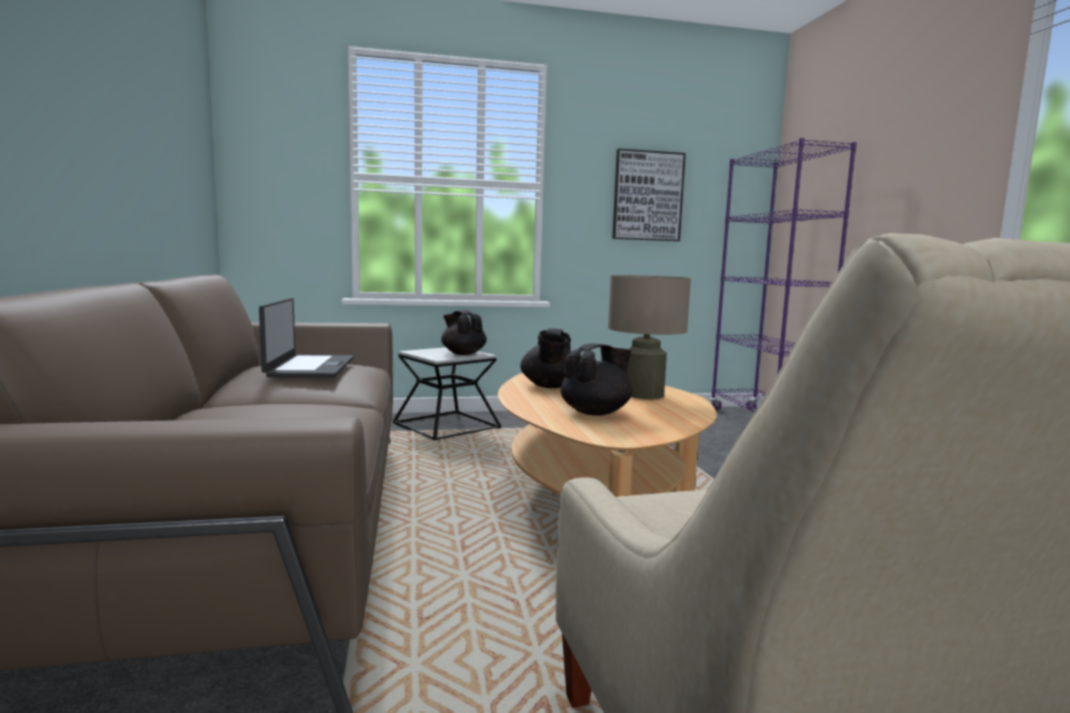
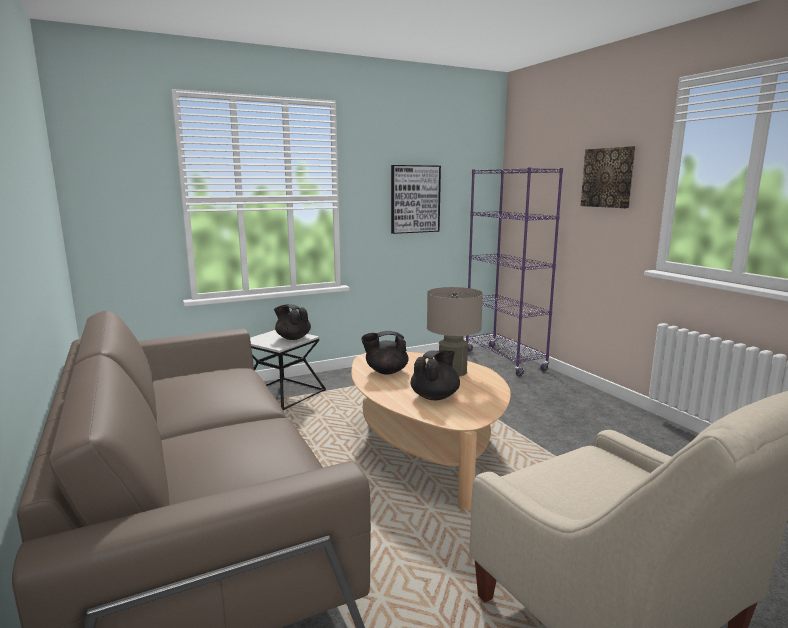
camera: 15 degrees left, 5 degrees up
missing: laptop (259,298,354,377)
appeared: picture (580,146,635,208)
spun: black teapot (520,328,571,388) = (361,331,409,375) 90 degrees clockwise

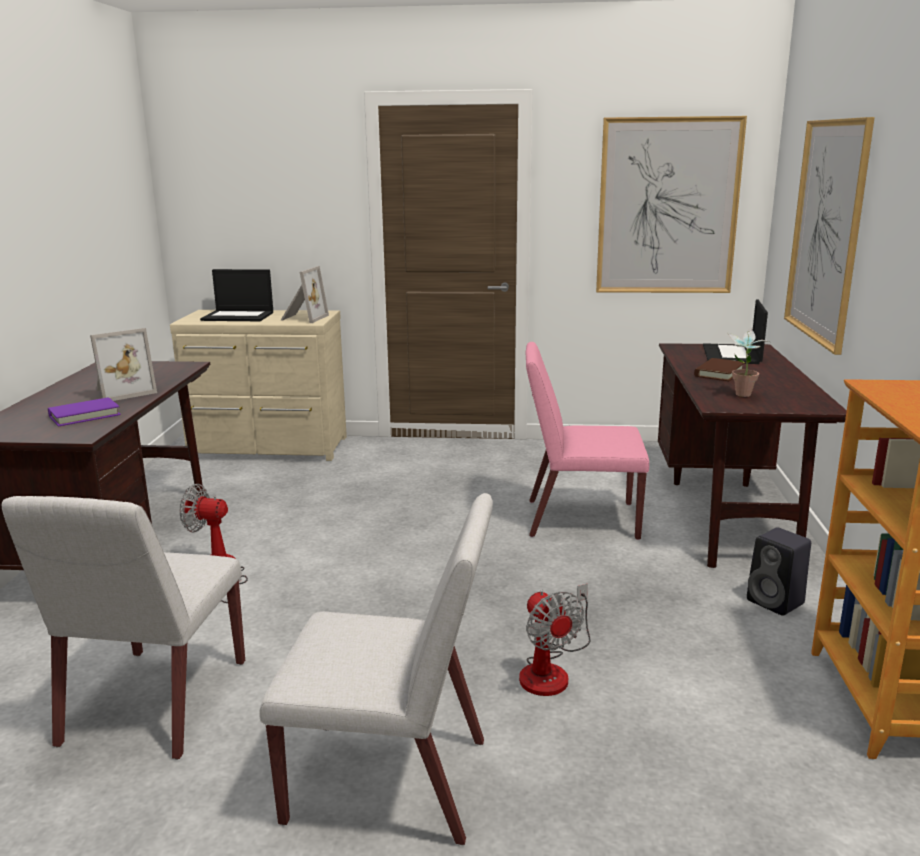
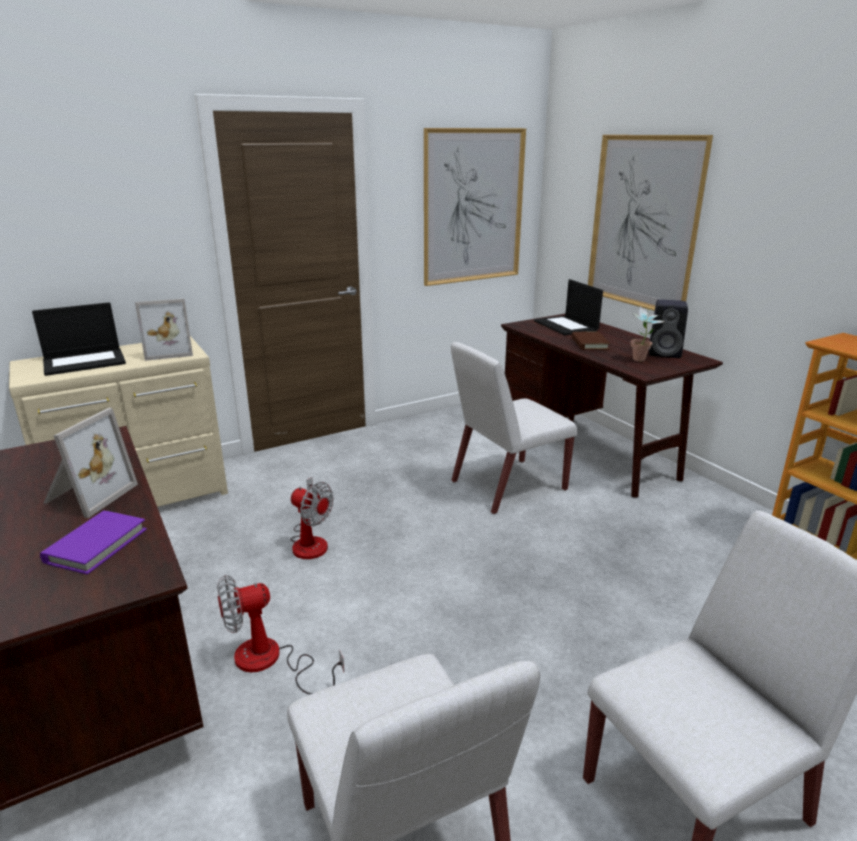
camera: 35 degrees left, 5 degrees up
relocated: fan (519,584,591,696) to (290,477,334,559); black speaker (747,527,811,616) to (649,299,688,358)
colour: pink chair (525,342,649,540) to white chair (451,342,577,514)
spun: picture frame (280,266,329,323) = (135,299,193,361) 90 degrees clockwise

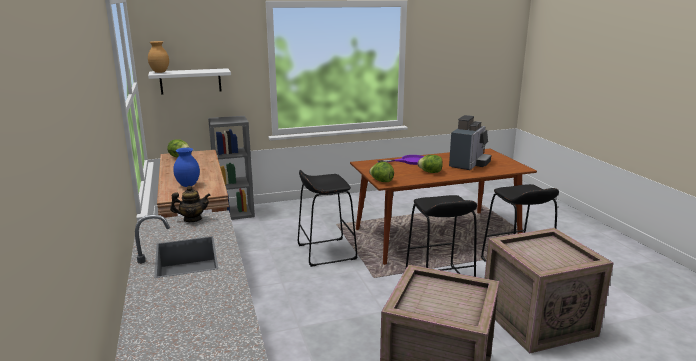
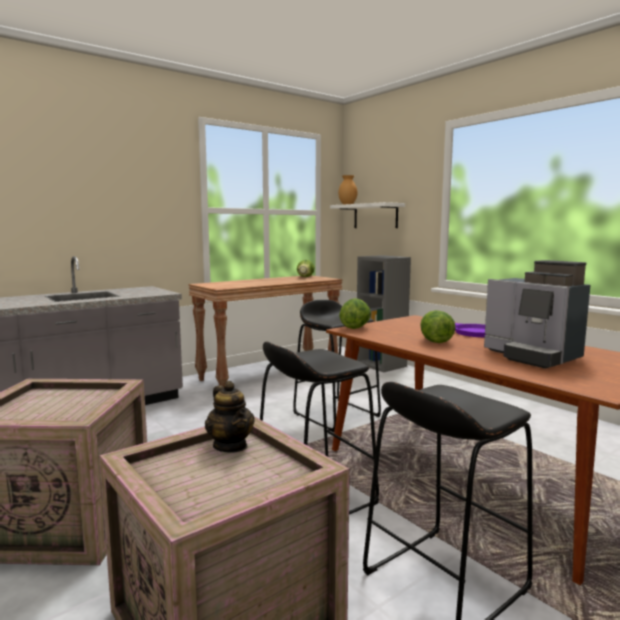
camera: 70 degrees right, 10 degrees down
missing: blue vase (173,148,200,187)
relocated: teapot (170,186,211,222) to (205,381,255,453)
spun: coffee machine (449,115,491,170) = (484,260,590,369) 45 degrees clockwise

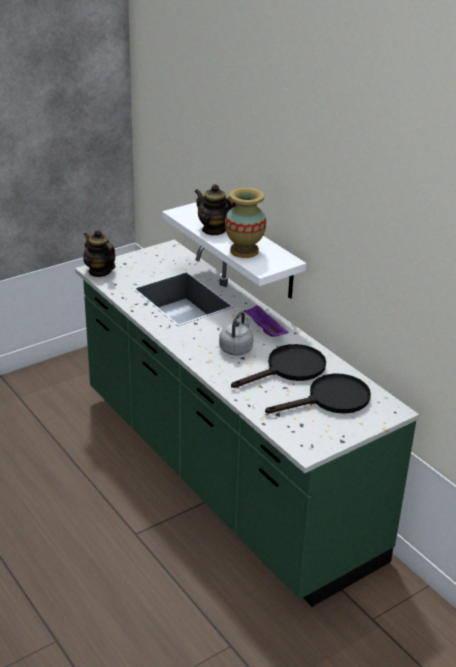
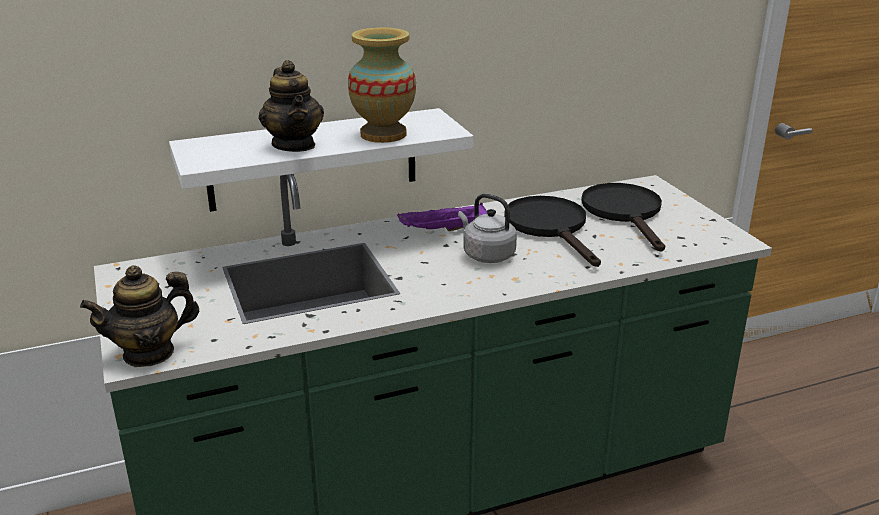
camera: 75 degrees left, 5 degrees down
spun: teapot (194,184,236,235) = (259,60,324,152) 75 degrees counterclockwise

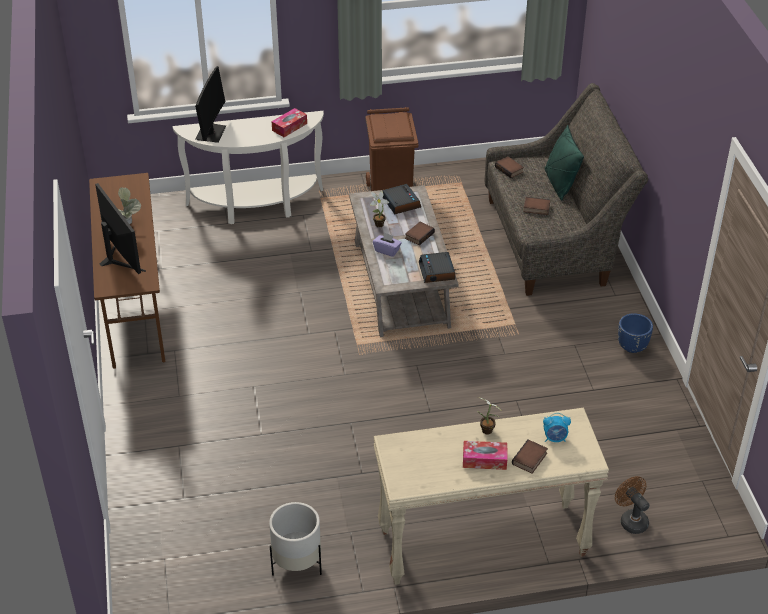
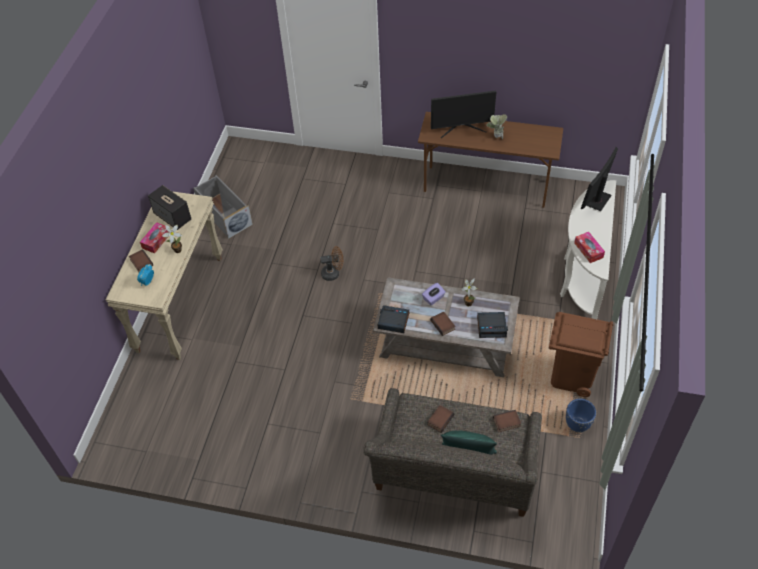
camera: 115 degrees right, 10 degrees up
appeared: speaker (148,185,191,230)
relocated: brown fan (615,476,650,534) to (320,246,343,281); blue planter (618,313,653,353) to (566,399,596,432)
exchanged: white planter (269,502,322,576) to grey storage box (193,175,253,239)
spun: monitor (195,66,226,143) = (581,147,618,211) 90 degrees clockwise

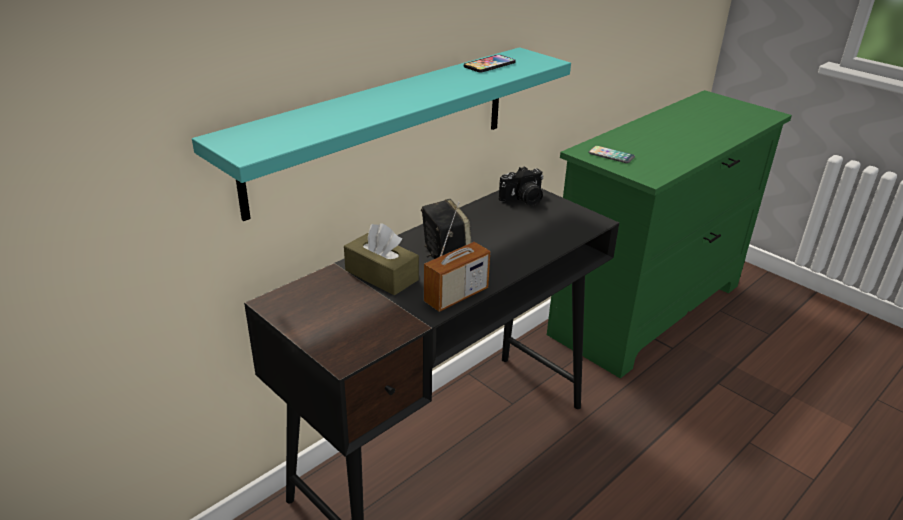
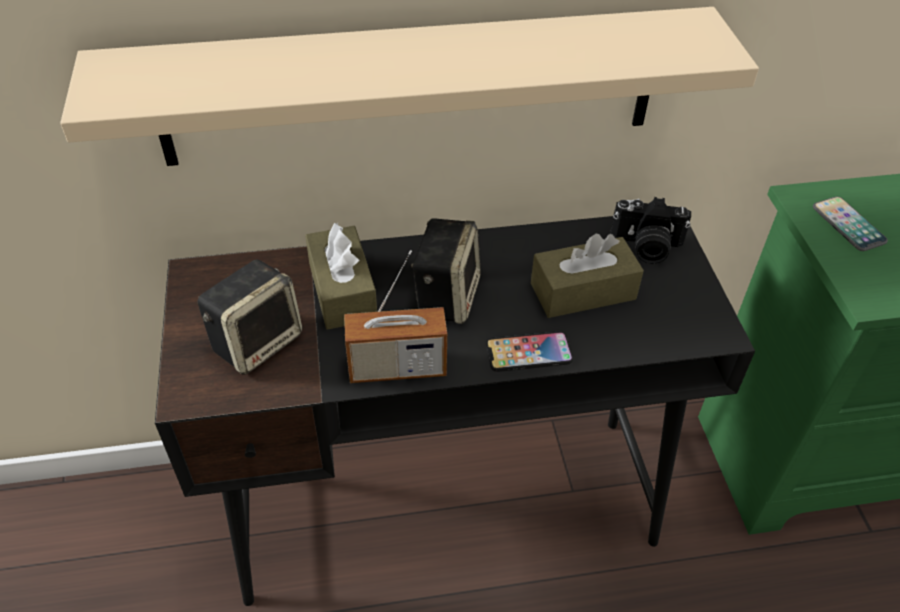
camera: 35 degrees right, 15 degrees up
appeared: speaker (198,259,302,375); brown tissue box (531,234,644,318)
relocated: phone (464,55,515,72) to (486,331,573,372)
colour: turquoise shelf (192,47,571,221) to beige shelf (60,7,759,166)

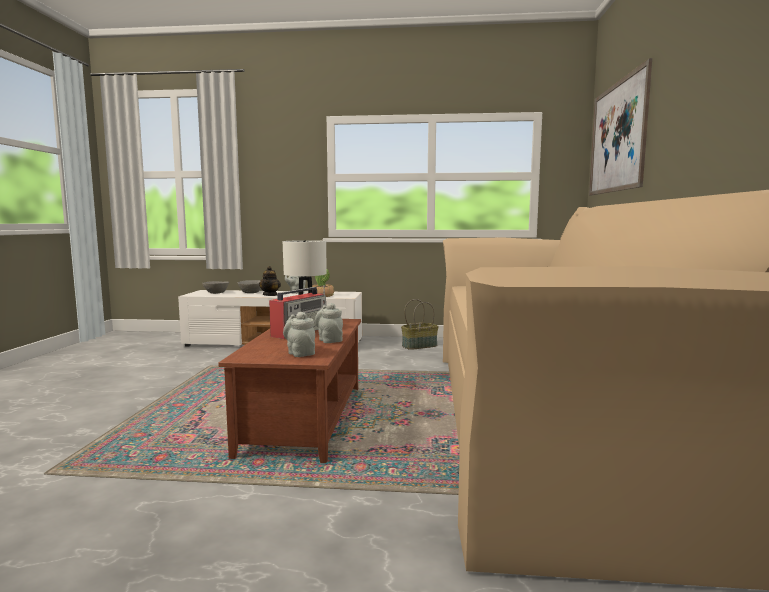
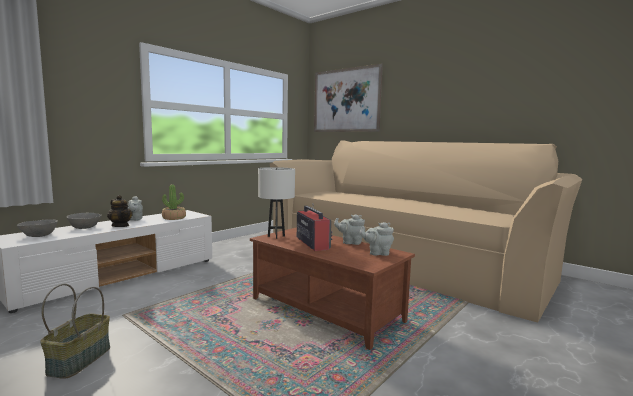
camera: 55 degrees left, 0 degrees up
relocated: basket (401,299,439,350) to (40,284,110,379)

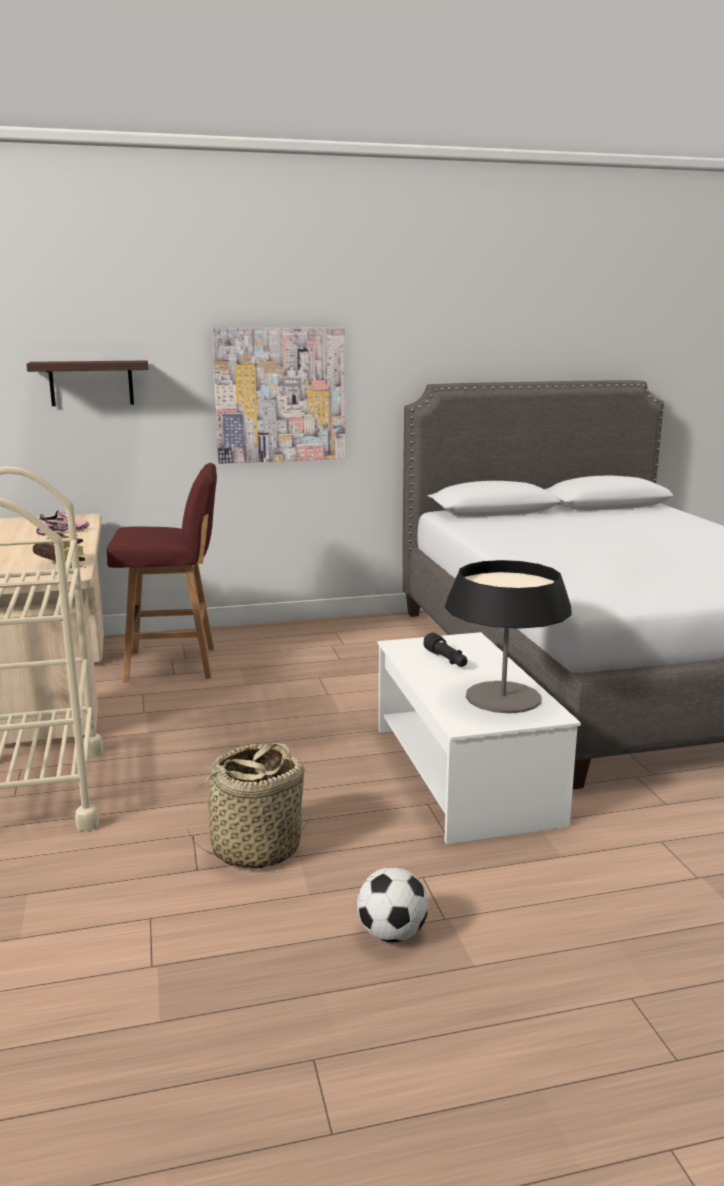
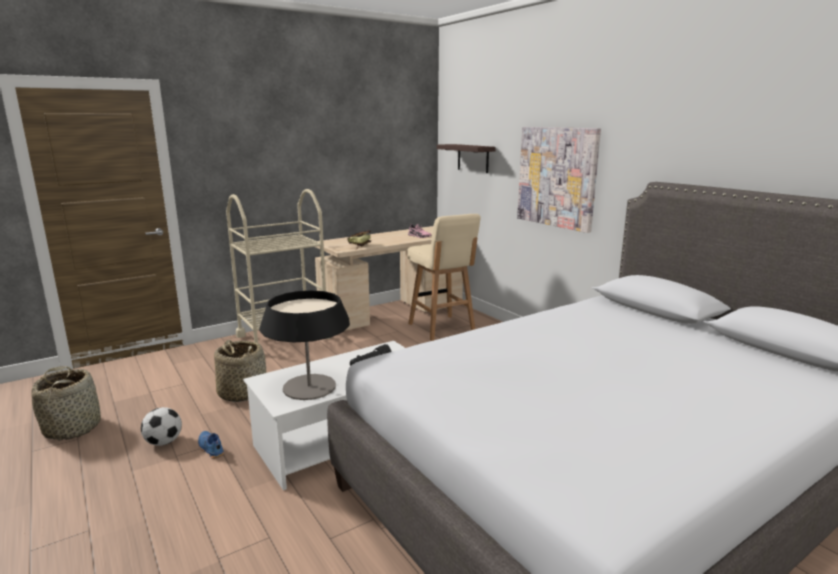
camera: 70 degrees right, 0 degrees up
appeared: basket (31,366,101,441); blue shoe (198,431,225,459)
colour: red stool (107,463,217,683) to beige stool (407,214,481,341)

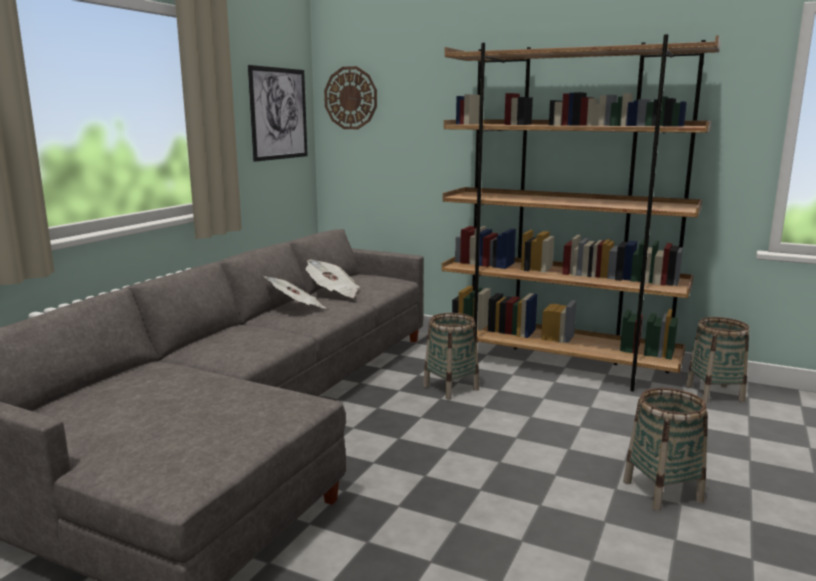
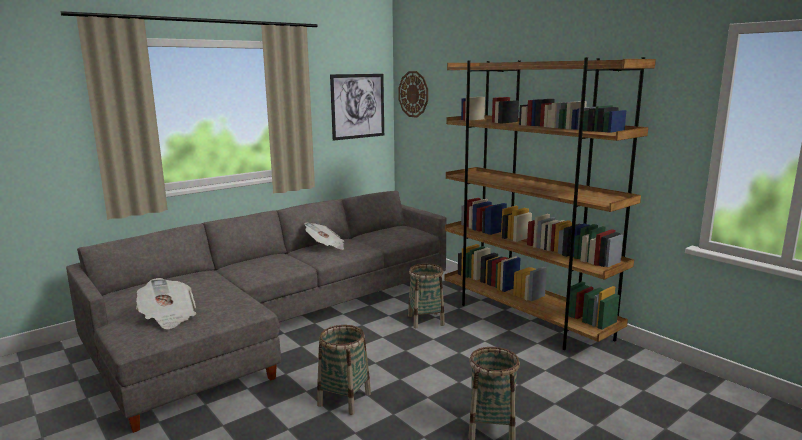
camera: 25 degrees right, 0 degrees up
relocated: newspaper (305,260,359,298) to (136,278,196,329); basket (686,317,749,403) to (317,325,371,415)

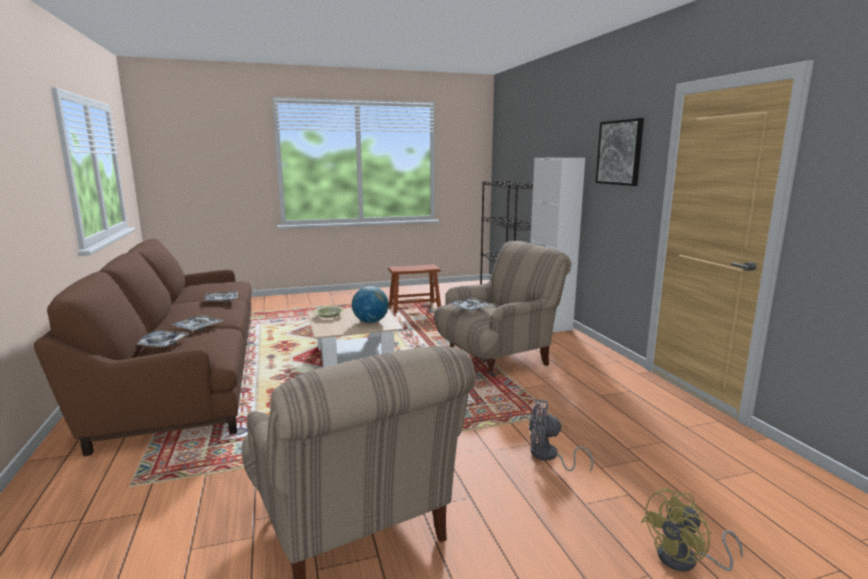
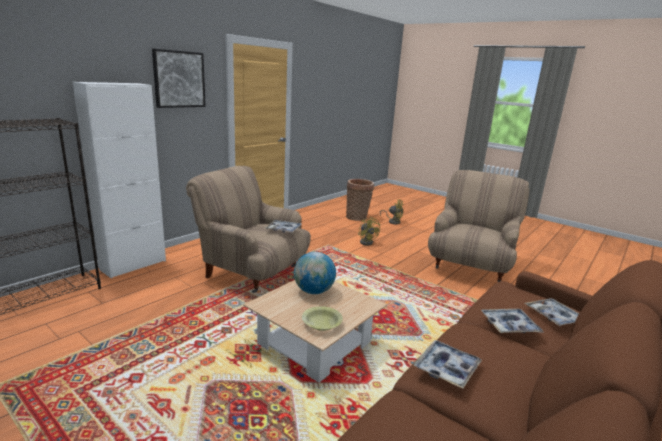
camera: 125 degrees left, 5 degrees up
missing: brown stool (388,264,441,313)
appeared: basket (346,179,374,221)
colour: grey fan (529,399,593,472) to yellow fan (358,216,380,245)

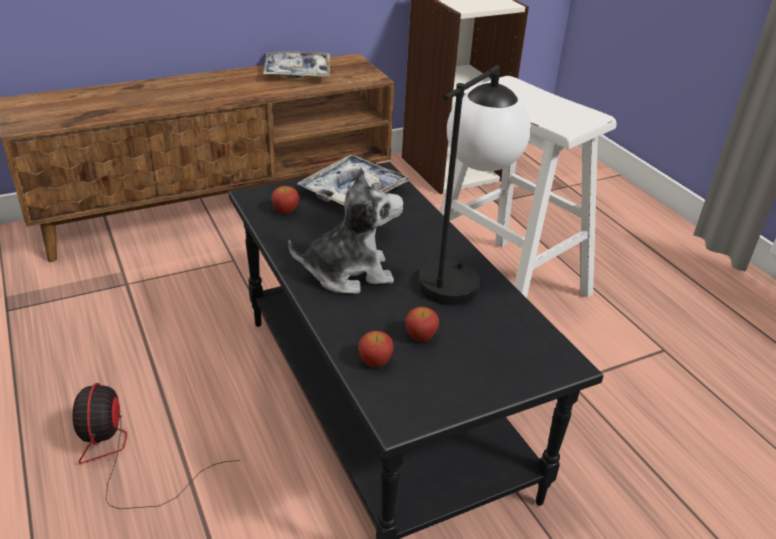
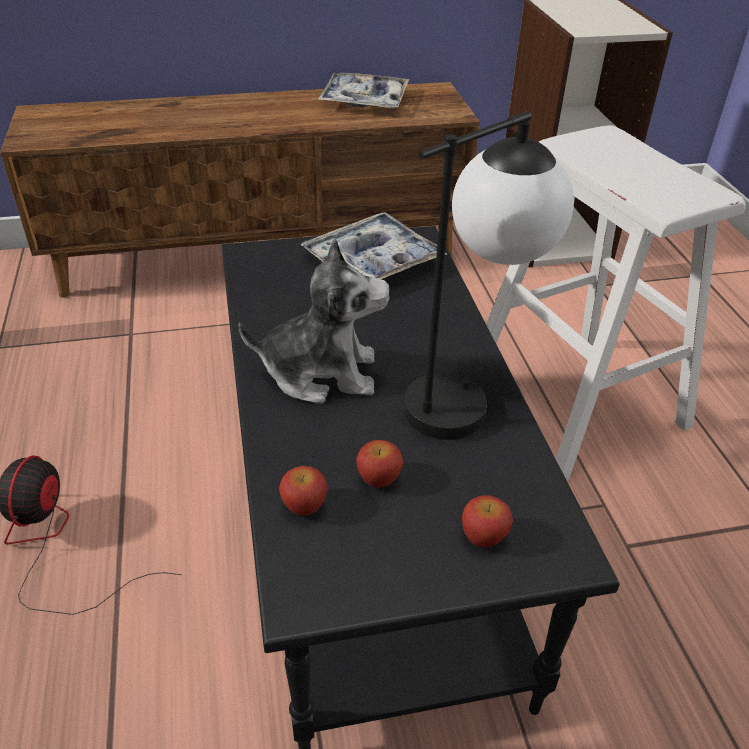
camera: 15 degrees right, 5 degrees up
relocated: apple (271,186,299,214) to (462,495,513,547)

